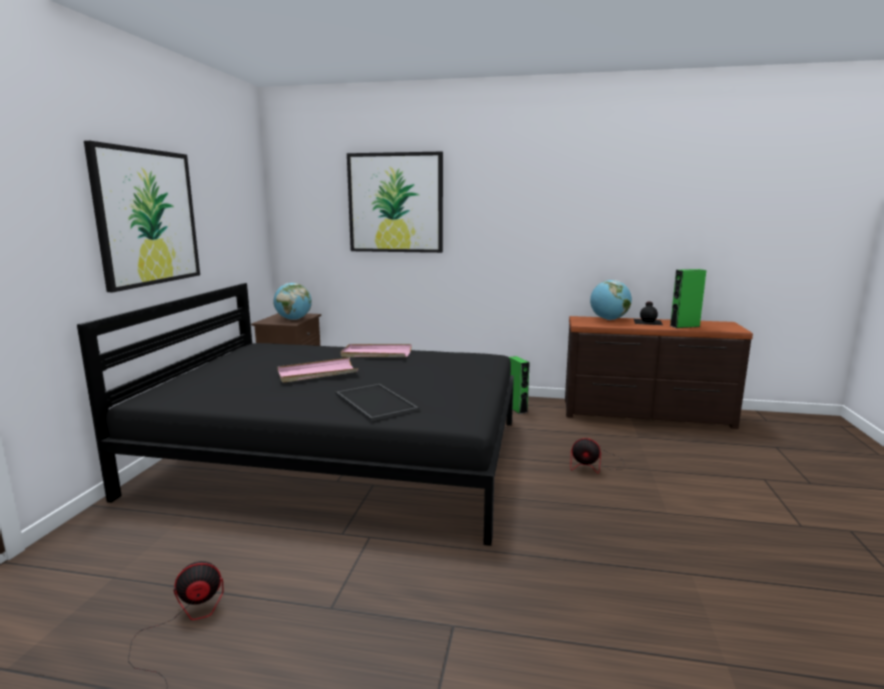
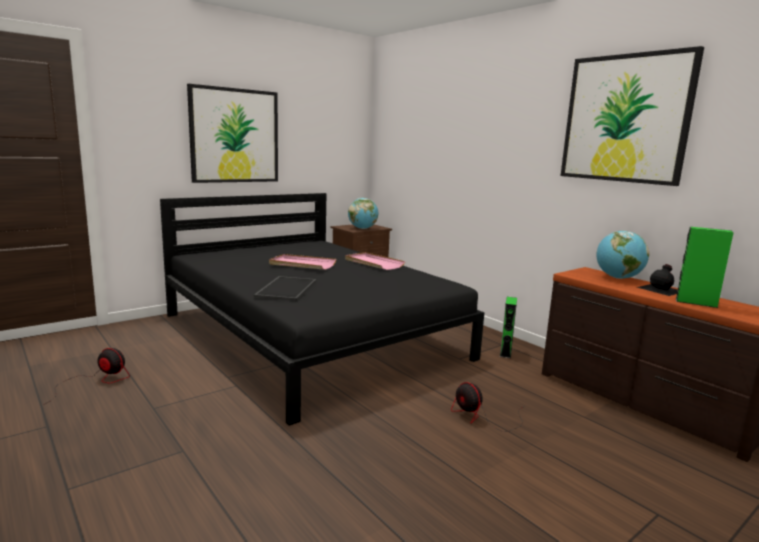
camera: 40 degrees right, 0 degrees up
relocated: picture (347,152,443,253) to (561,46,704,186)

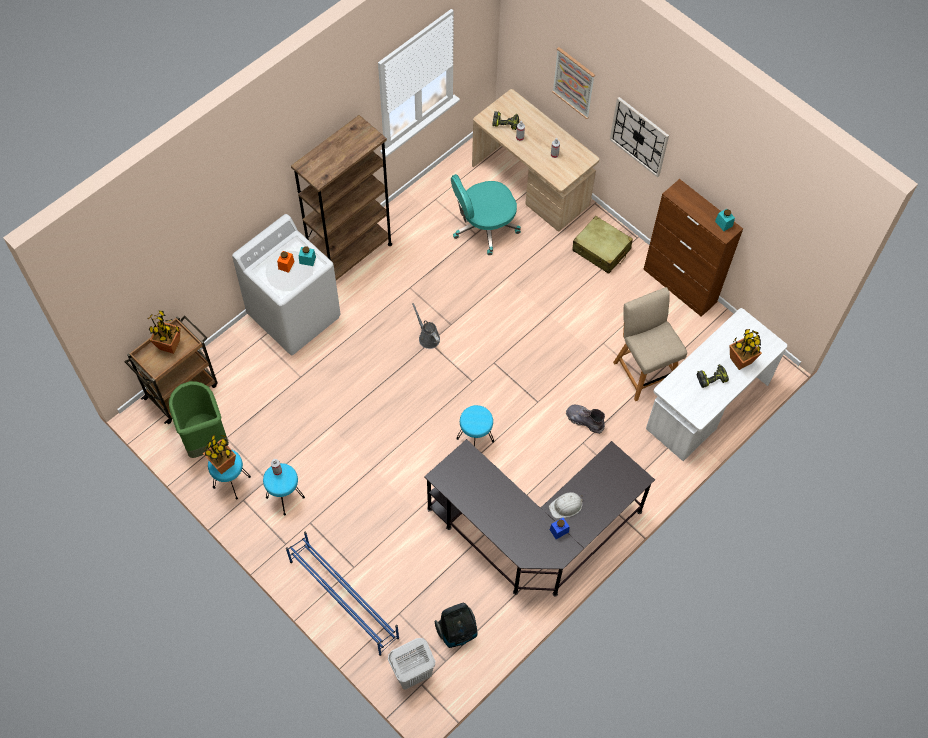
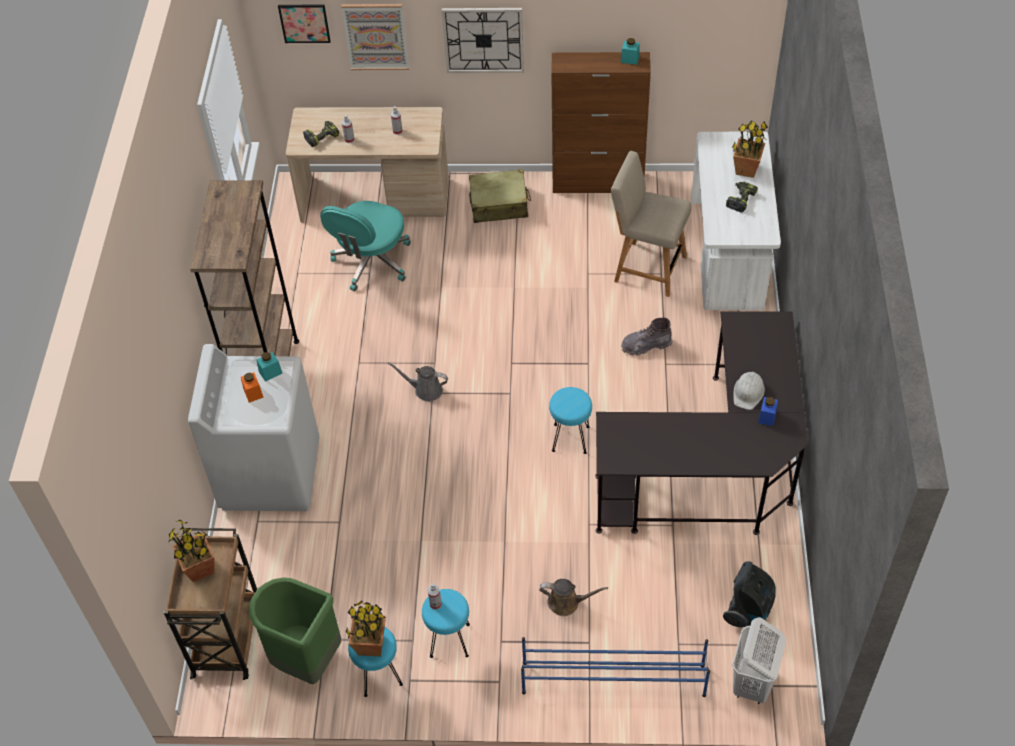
camera: 40 degrees left, 10 degrees down
appeared: picture (278,4,331,43); brown watering can (539,579,608,616)

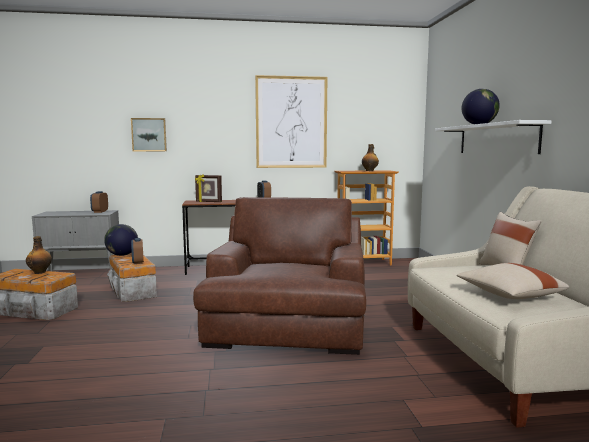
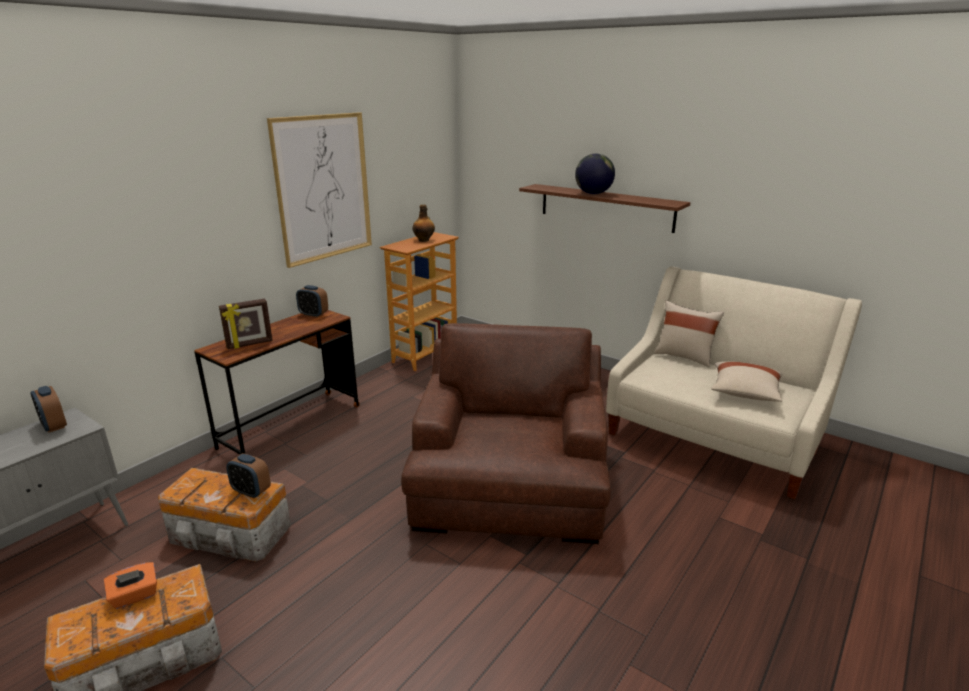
camera: 45 degrees left, 15 degrees up
missing: globe (104,224,138,256); picture (131,118,167,151)
exchanged: bottle (26,236,52,274) to orange tissue box (104,562,157,609)
colour: white shelf (435,120,552,154) to brown shelf (519,184,691,233)
spun: brown armchair (193,197,366,355) = (401,323,611,544) 45 degrees clockwise

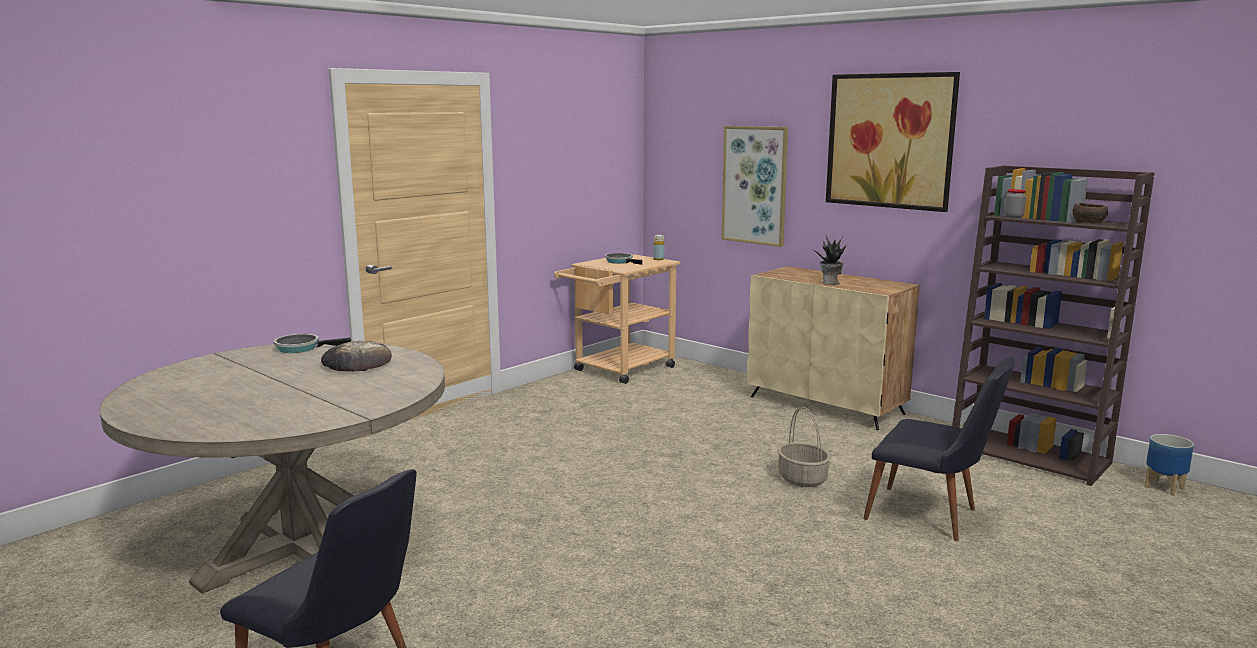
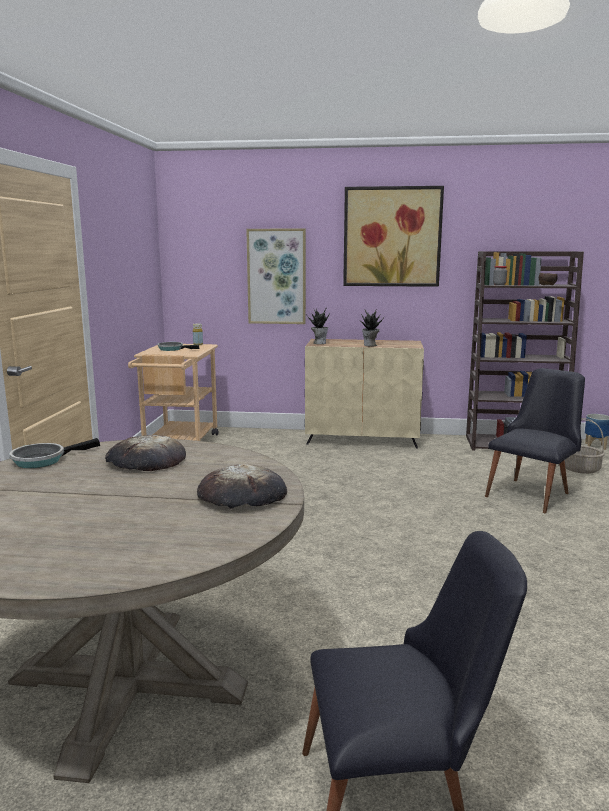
camera: 35 degrees left, 0 degrees up
appeared: bread (197,464,287,509); potted plant (306,309,330,344)
relocated: basket (777,407,831,487) to (565,418,605,474)
spun: black chair (863,357,1015,541) = (485,368,585,513) 45 degrees counterclockwise

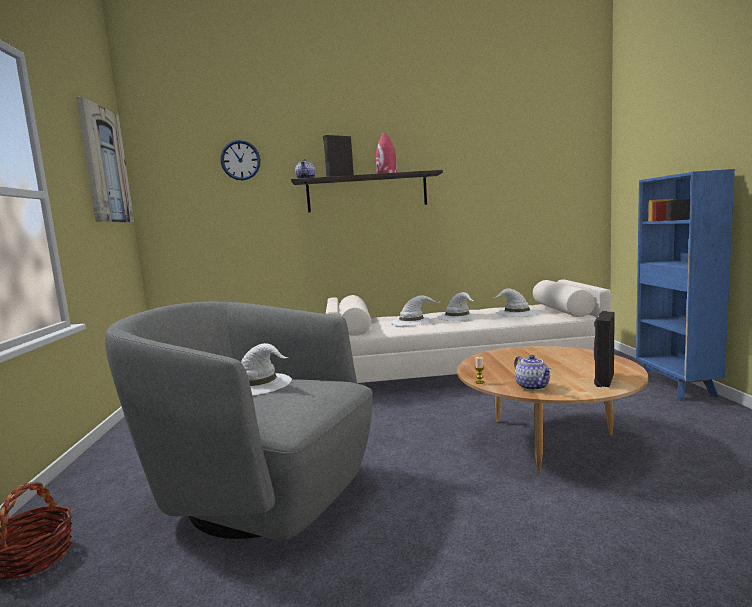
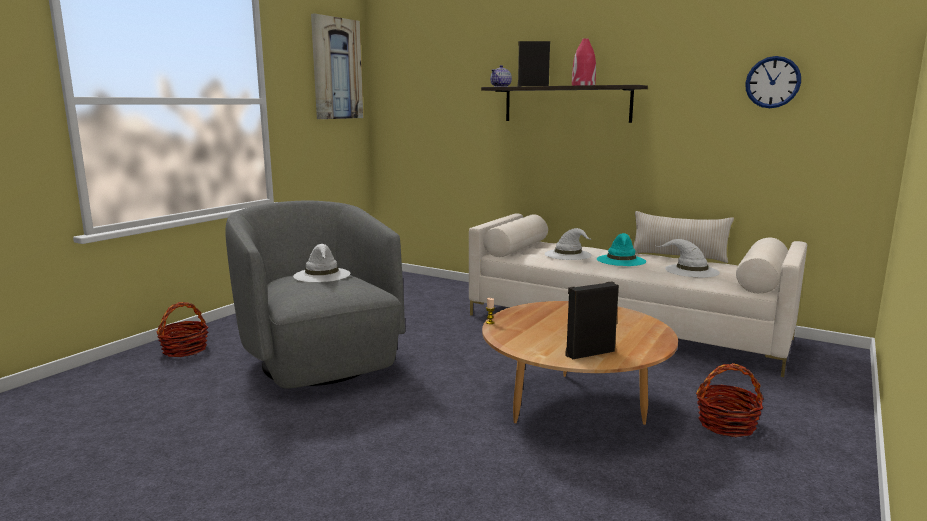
camera: 35 degrees right, 5 degrees up
missing: teapot (514,355,551,391); blue bookcase (636,169,735,401)
appeared: beige pillow (633,211,734,263); basket (696,363,764,437)
relocated: wall clock (221,140,260,181) to (745,56,801,108)
colour: white hat (437,292,479,321) to turquoise hat (597,233,646,266)

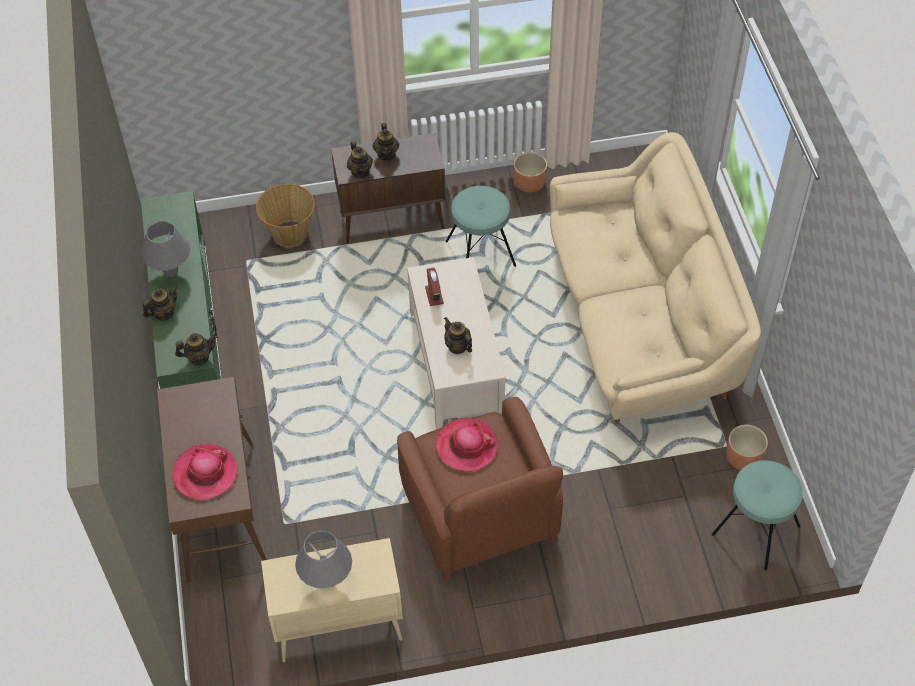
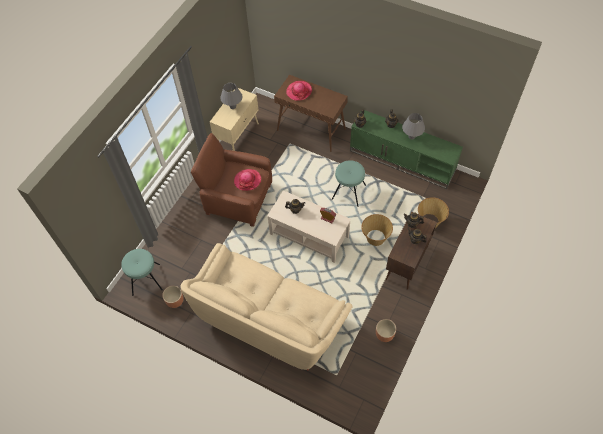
camera: 130 degrees right, 5 degrees up
appeared: basket (361,214,393,246)
relocated: turquoise stool (445,186,516,267) to (332,160,366,207)

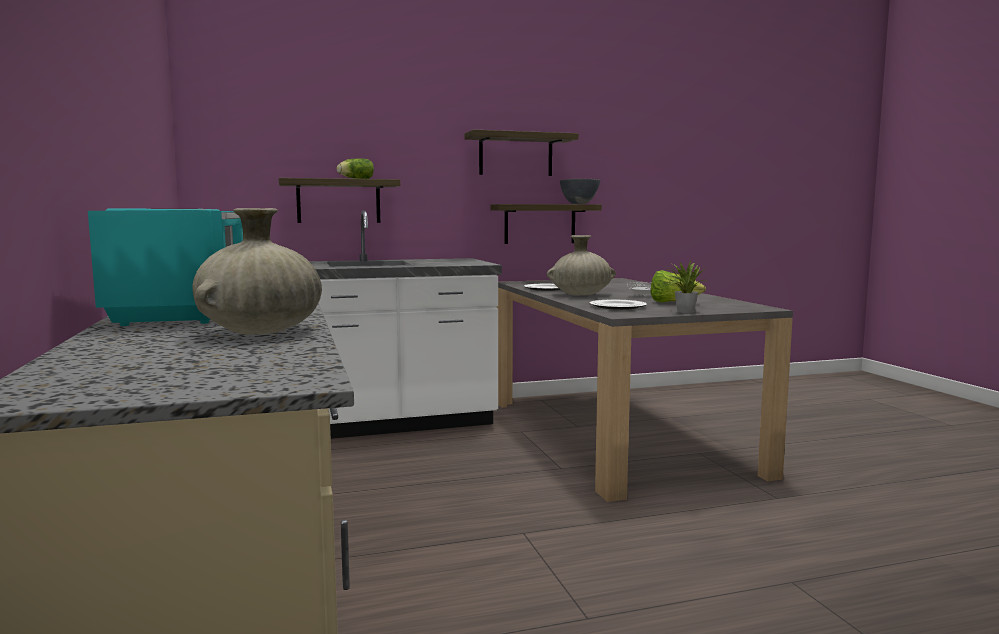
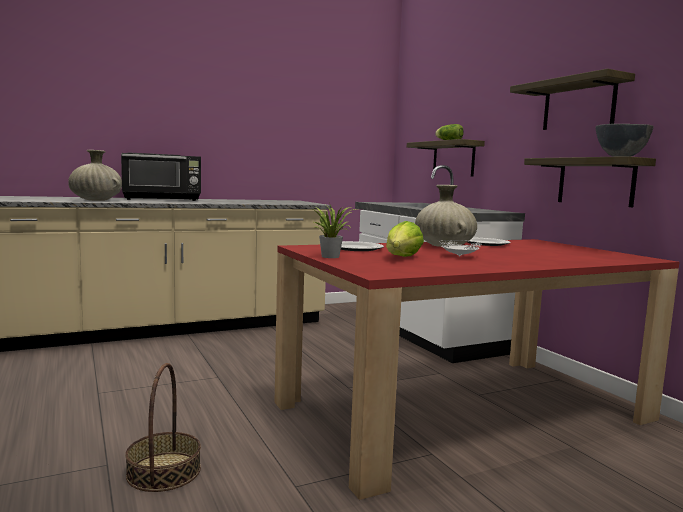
camera: 80 degrees right, 0 degrees up
appeared: basket (125,363,201,492)
colour: turquoise microwave (88,209,243,326) to black microwave (121,152,201,201); grey dining table (497,278,793,502) to red dining table (274,239,679,500)

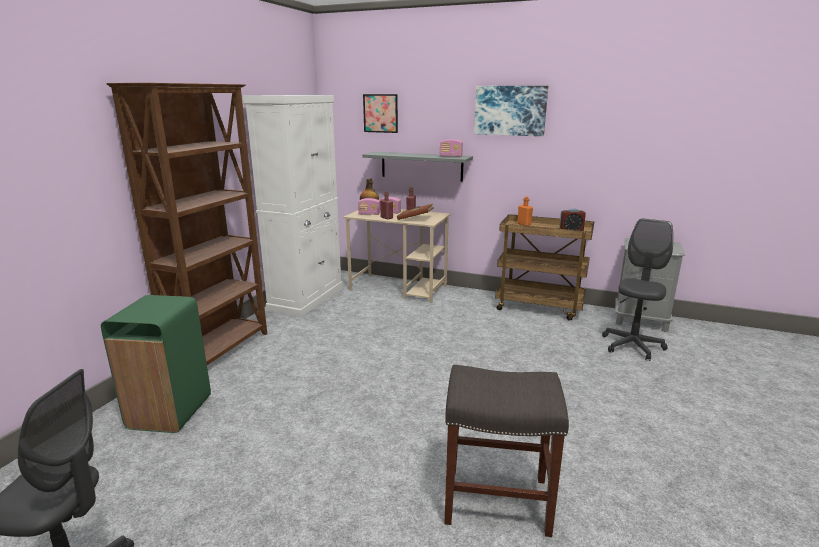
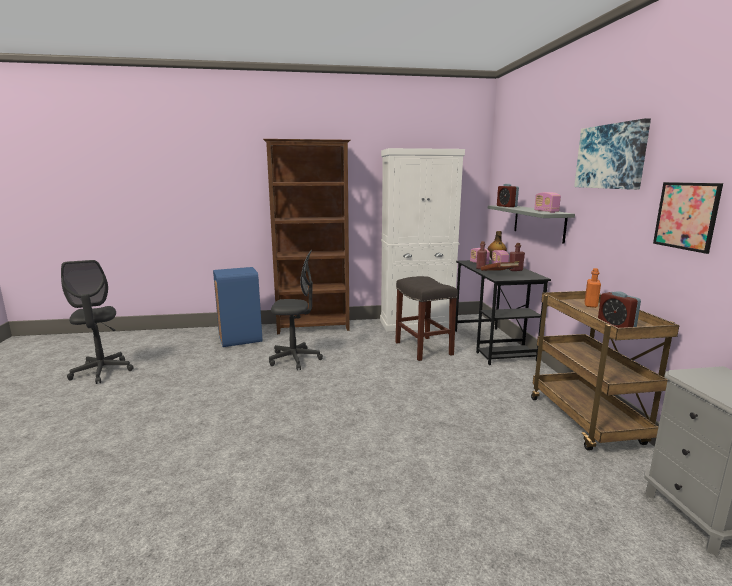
camera: 60 degrees right, 5 degrees down
appeared: alarm clock (497,184,519,207)
relocated: grey office chair (602,218,673,361) to (269,250,323,370); grey stool (444,365,569,537) to (395,276,458,361); picture (363,94,398,133) to (653,182,723,254)
colour: green trash can (101,295,211,433) to blue trash can (213,267,263,347); beige desk (344,209,451,303) to black desk (455,260,551,365)

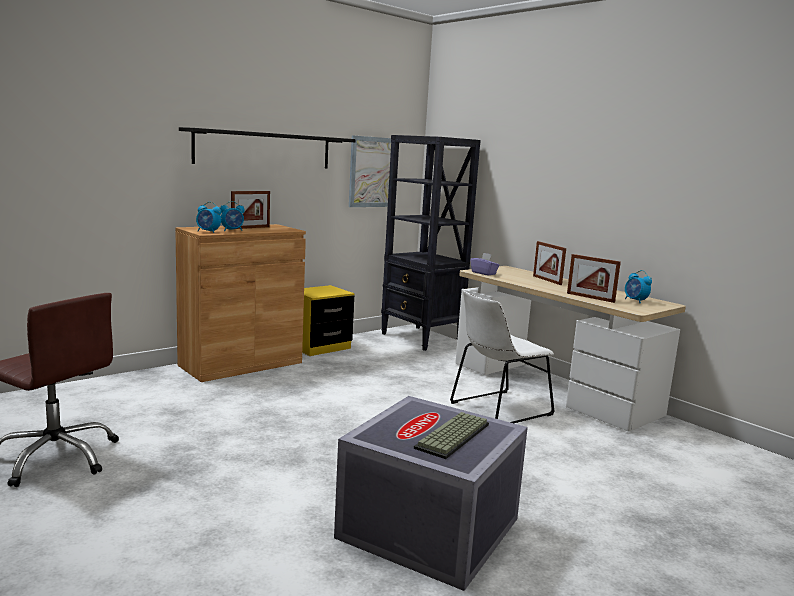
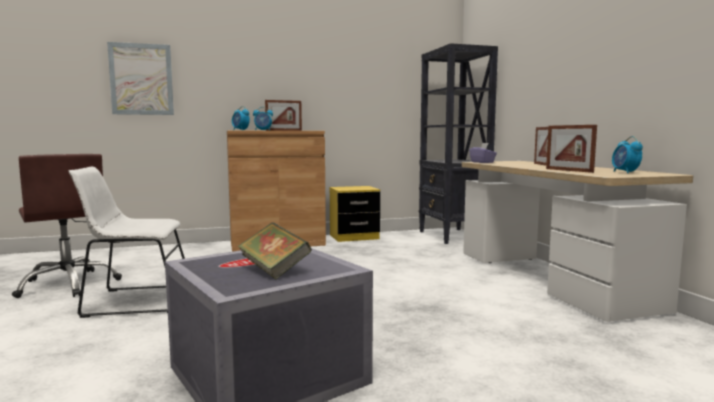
camera: 25 degrees right, 5 degrees down
missing: black shelf (179,127,355,168)
relocated: white chair (450,290,555,423) to (68,167,185,318); picture (349,135,391,207) to (107,42,174,115)
exchanged: keyboard (414,412,489,459) to book (238,223,312,279)

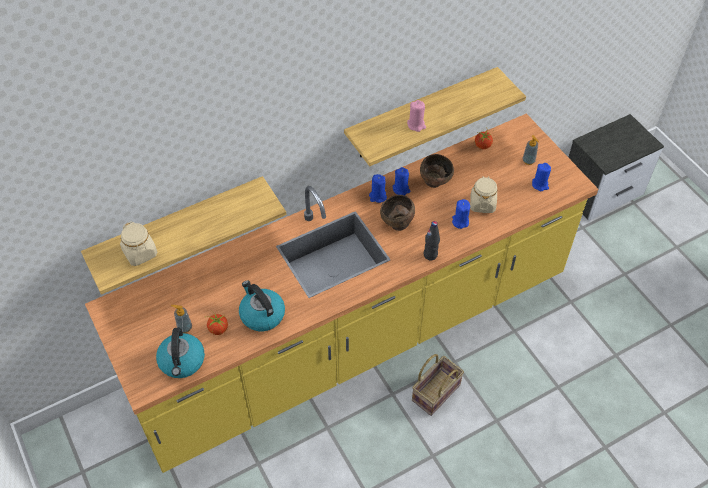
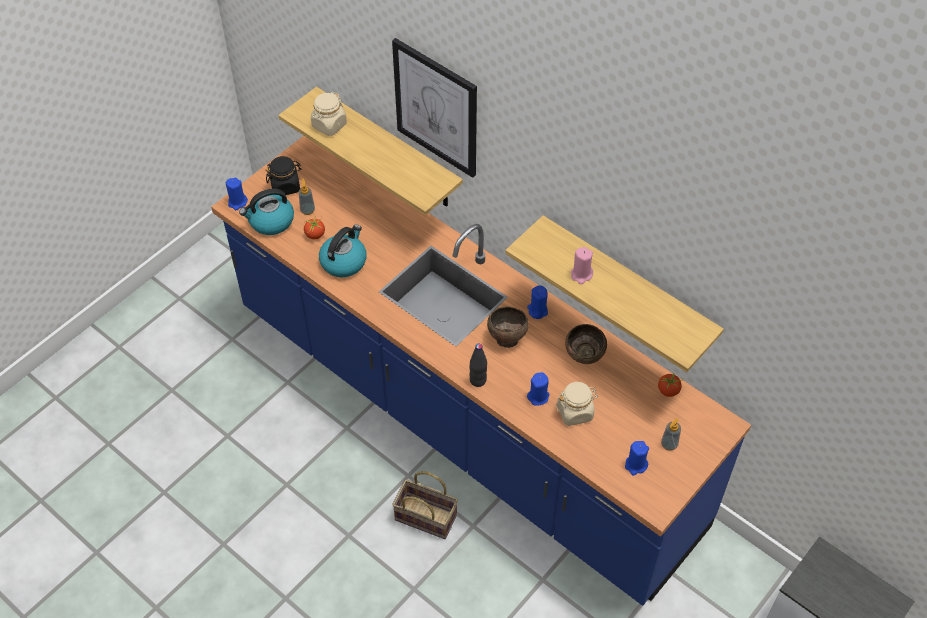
camera: 70 degrees right, 0 degrees up
appeared: black jar (266,156,301,195); picture (392,38,477,178)
relocated: blue candle (393,167,410,195) to (226,178,248,210)
colour: yellow counter (85,114,598,473) to blue counter (211,136,751,606)

